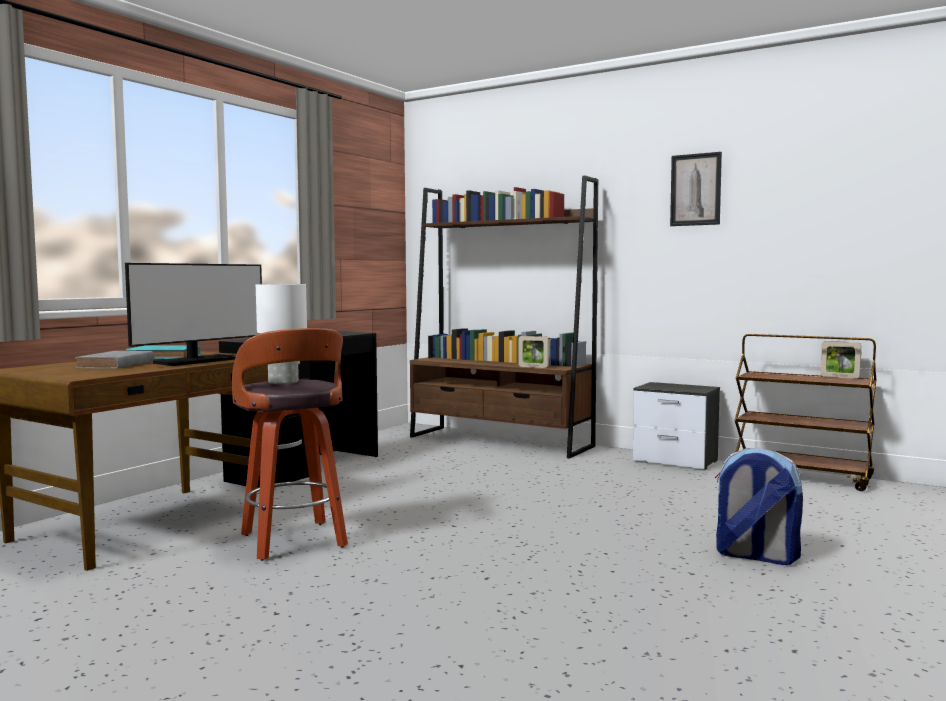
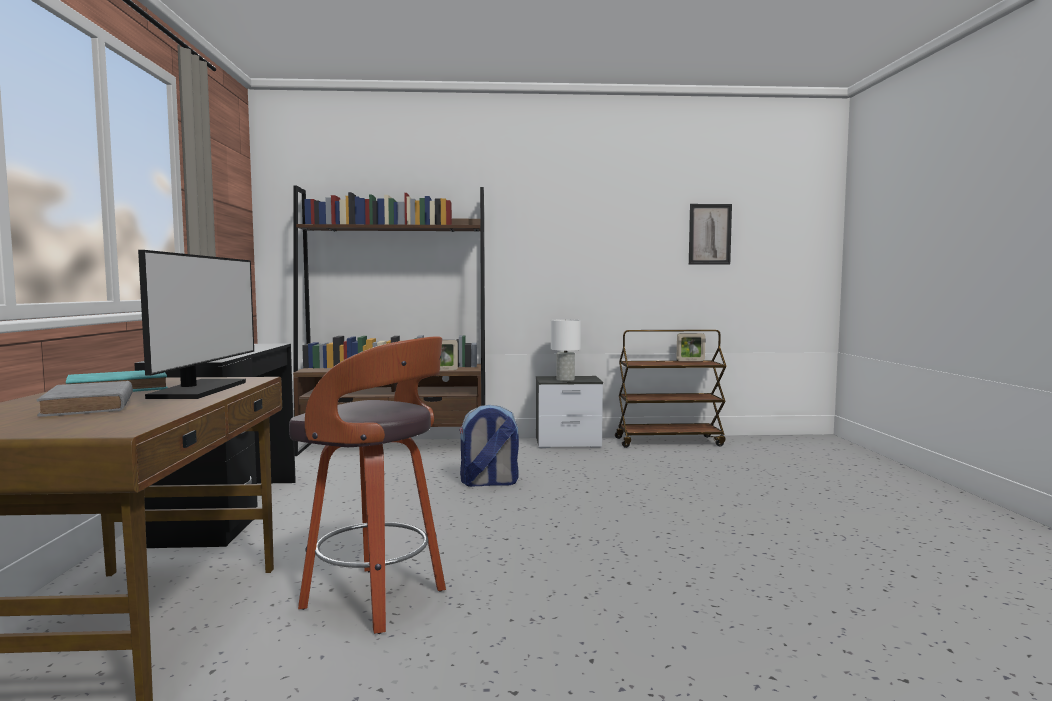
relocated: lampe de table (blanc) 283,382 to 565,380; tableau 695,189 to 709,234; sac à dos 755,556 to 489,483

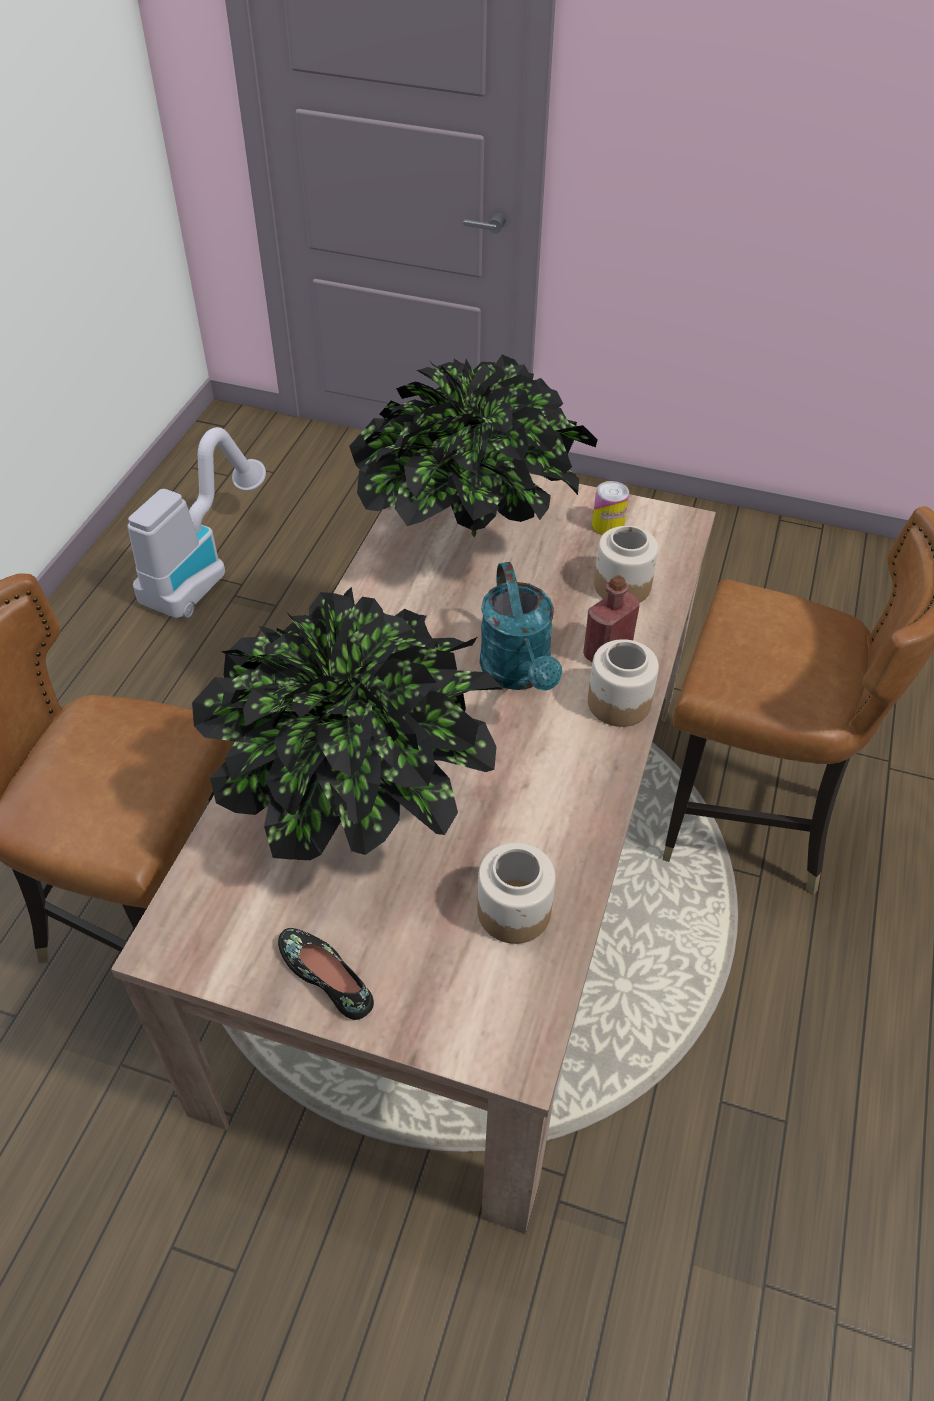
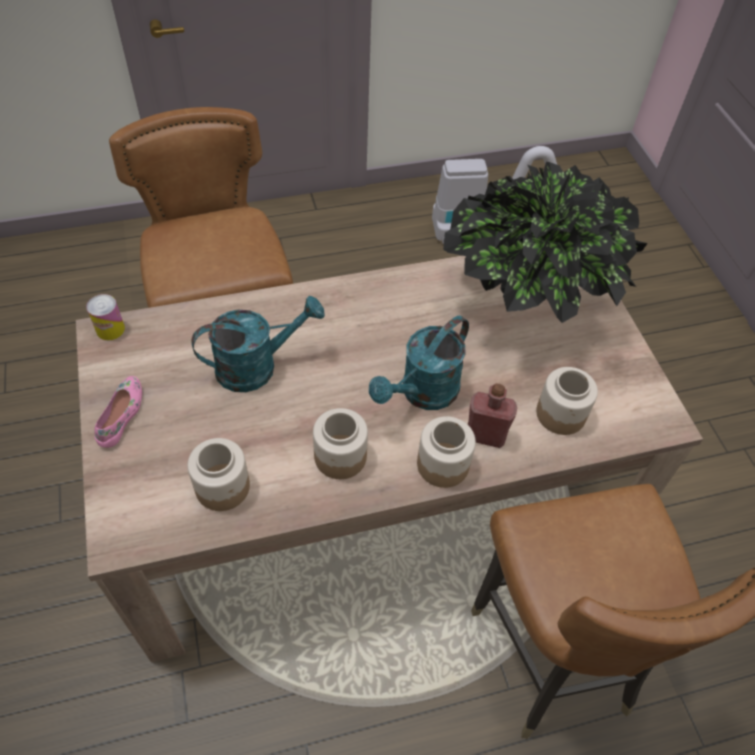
appeared: bocal 339,456
relocated: boîte métallique 608,525 to 110,329
exchanged: plante en pot 362,800 to arrosoir (turquoise) 257,366
colour: chaussure (noir) 327,975 to chaussure (rose) 122,415

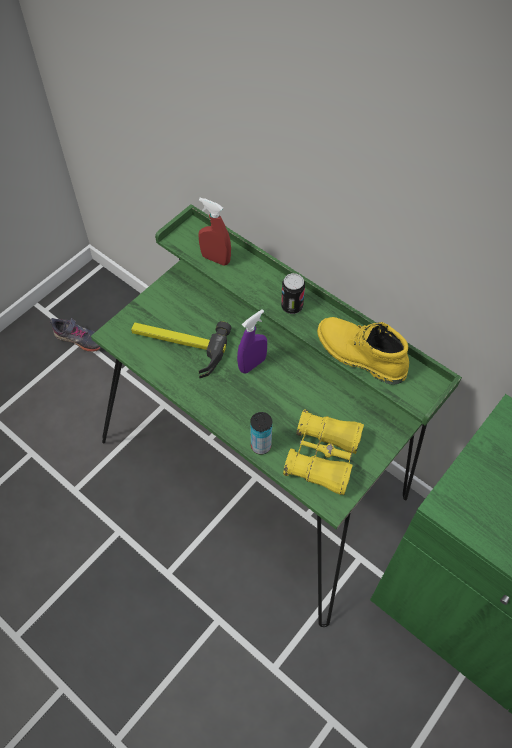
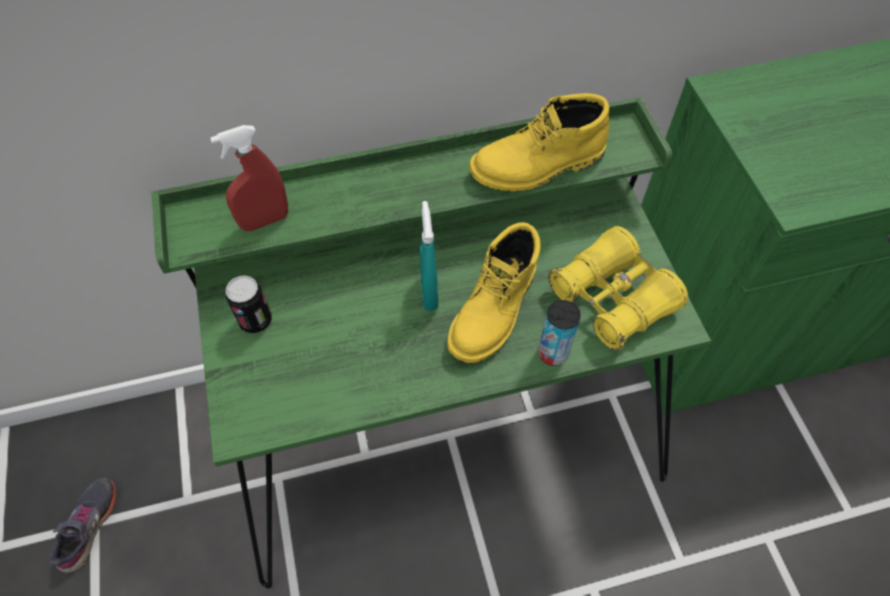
missing: marteau 177,346
appeared: botte (jaune) 495,311
relocated: boîte métallique 292,306 to 256,321
colour: vaporisateur (violet) 252,364 to vaporisateur (turquoise) 429,292
spun: chaussure (gris) 79,339 = 89,526 45 degrees counterclockwise

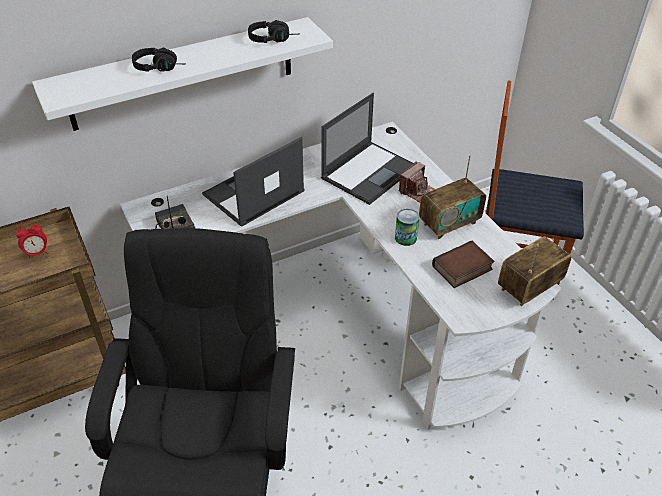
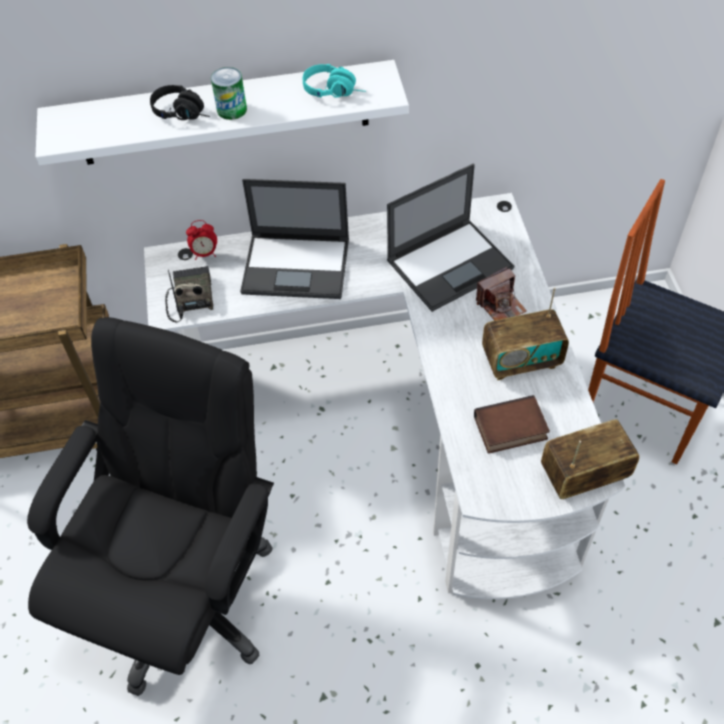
relocated: réveil 37,253 to 205,253; boîte métallique 405,238 to 232,109
colour: casque audio (noir) 274,39 to casque audio (turquoise) 335,91
spun: ordinateur portable 253,194 = 297,266 150 degrees counterclockwise

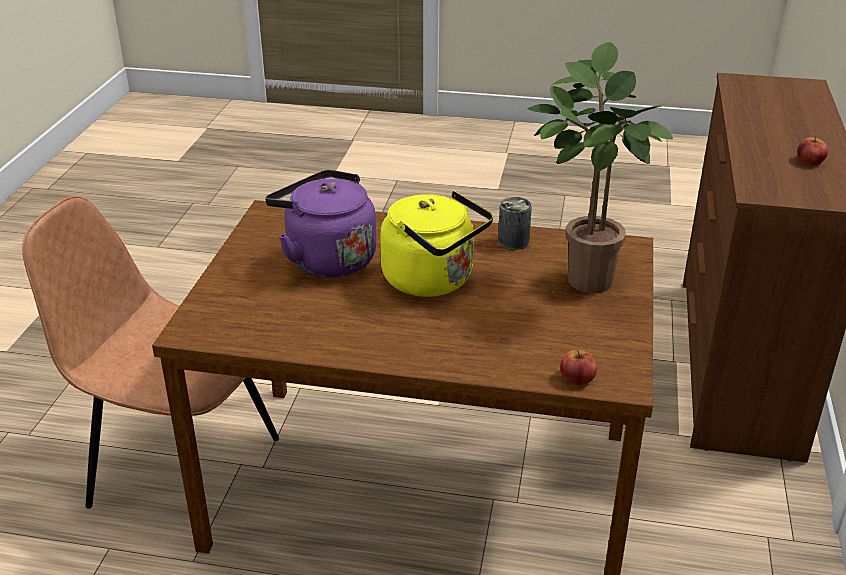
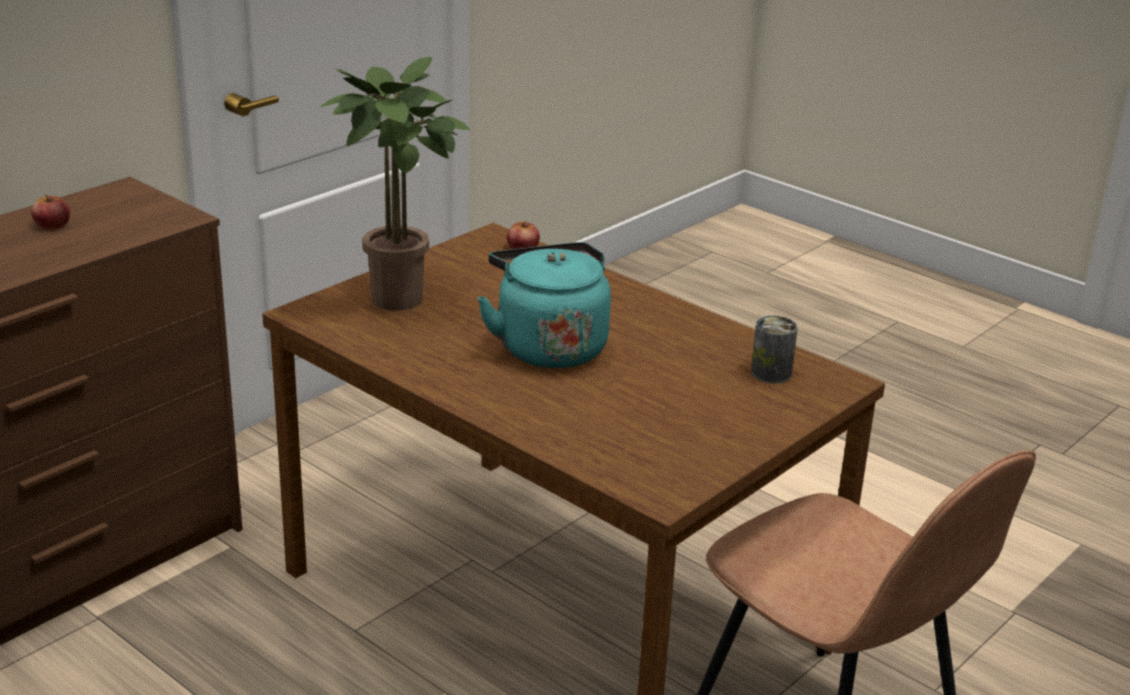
missing: bouilloire (violet) 326,259
relocated: boîte métallique 513,241 to 771,373
colour: bouilloire (jaune) 433,281 to bouilloire (turquoise) 548,346

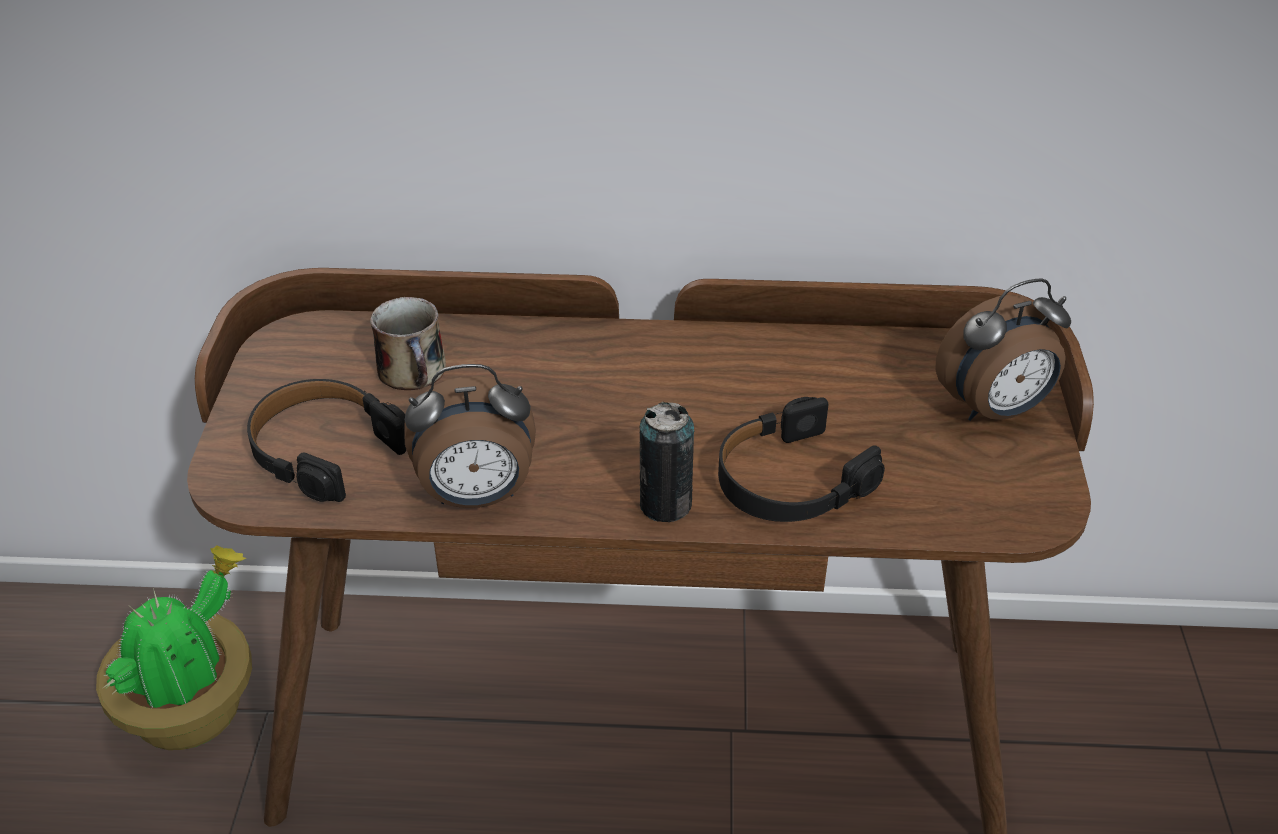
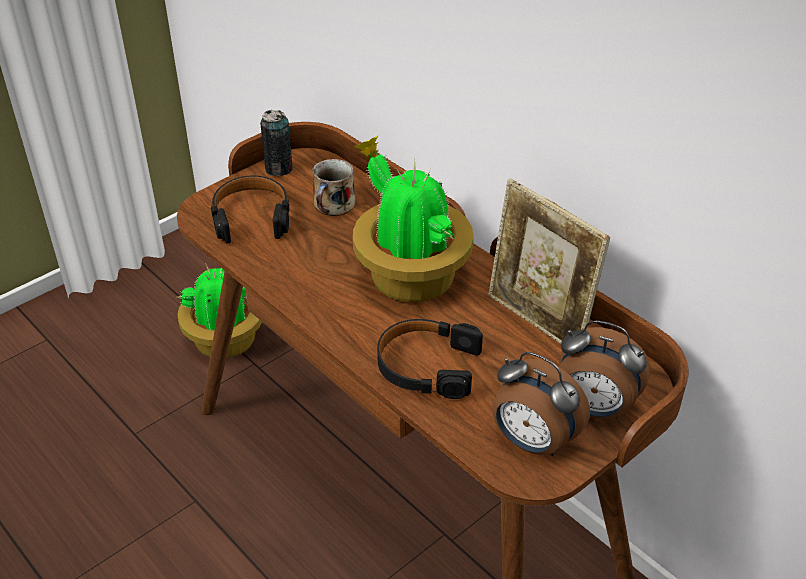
appeared: plante en pot 409,276; cadre photo 538,322
relocated: réveil 477,496 to 532,442; boîte métallique 665,504 to 279,169

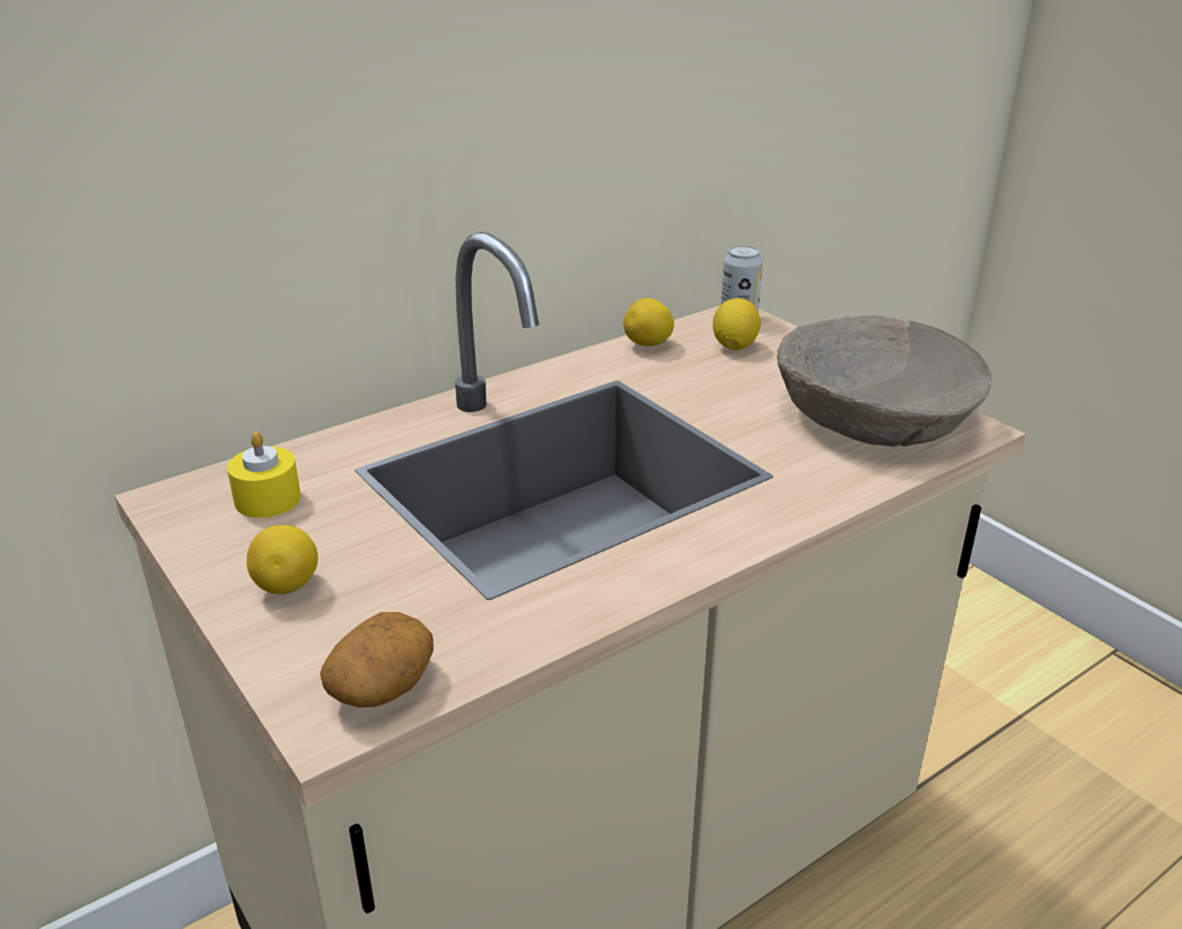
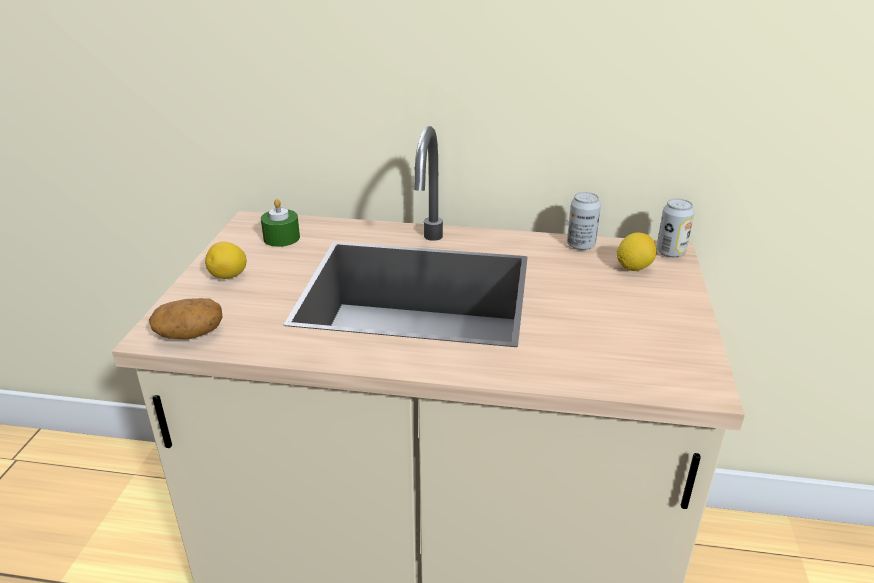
missing: bol (beige) 873,413
exchanged: citron 648,344 to boîte métallique 580,245
colour: bougie (jaune) 267,499 to bougie (vert) 281,238

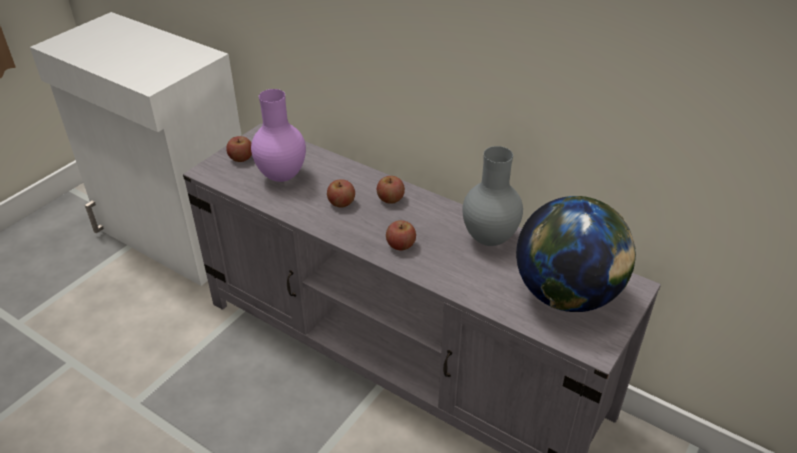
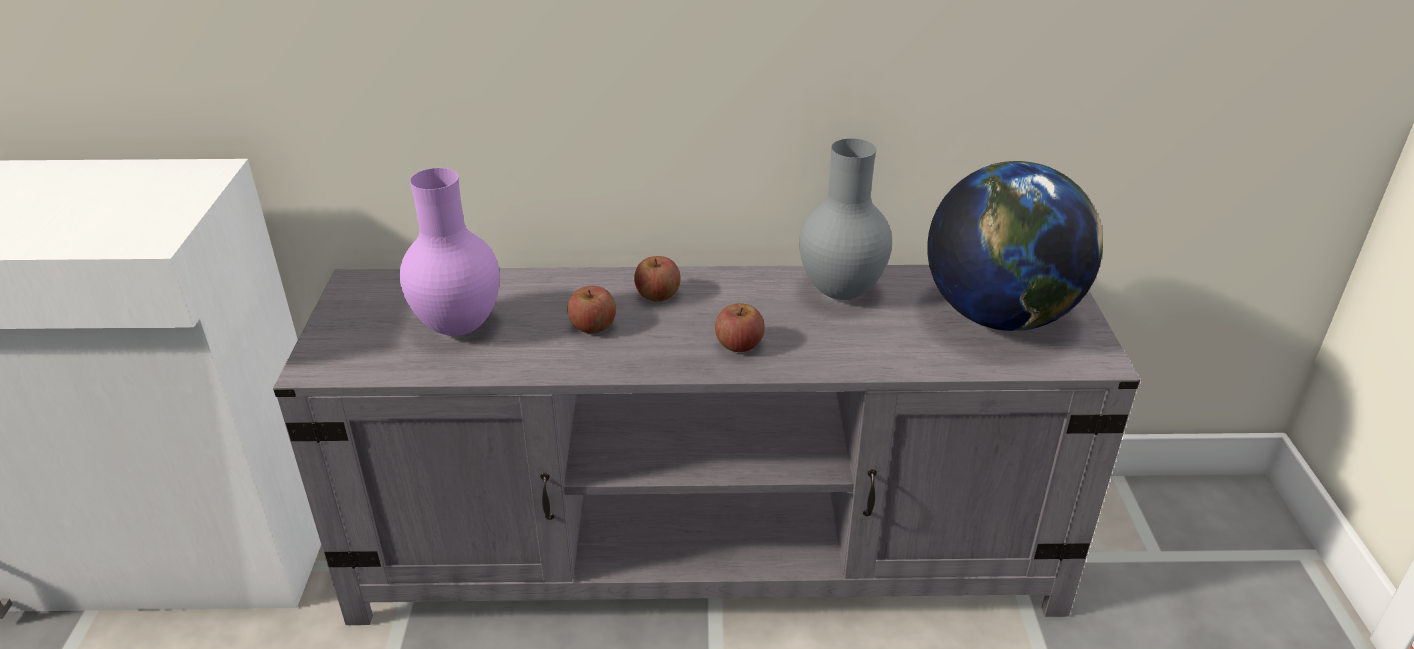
missing: pomme 241,158

